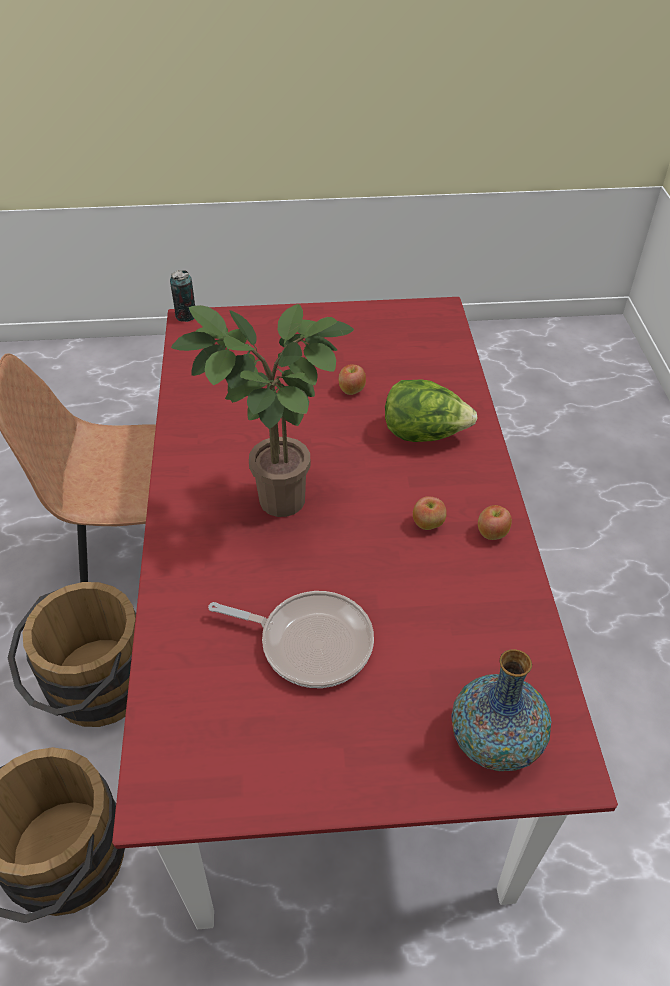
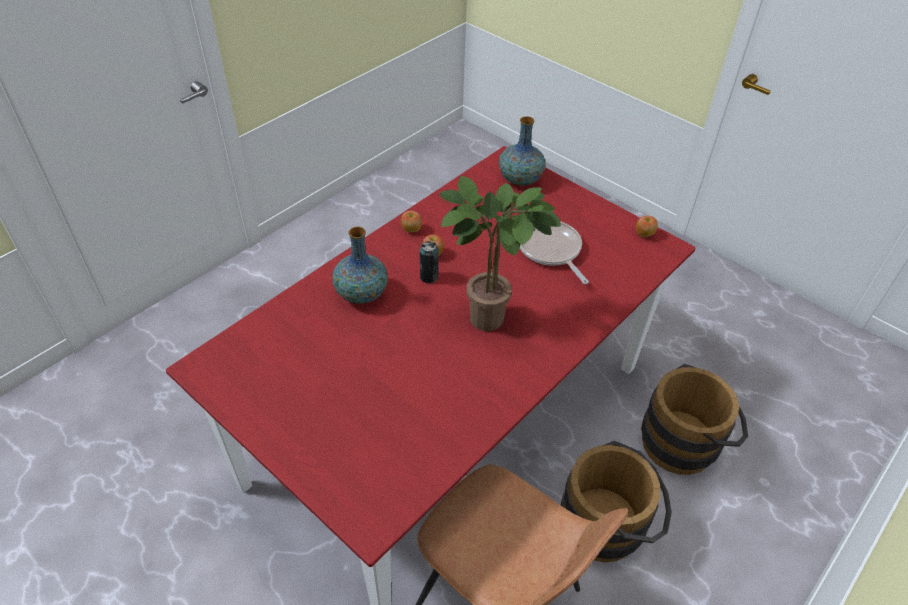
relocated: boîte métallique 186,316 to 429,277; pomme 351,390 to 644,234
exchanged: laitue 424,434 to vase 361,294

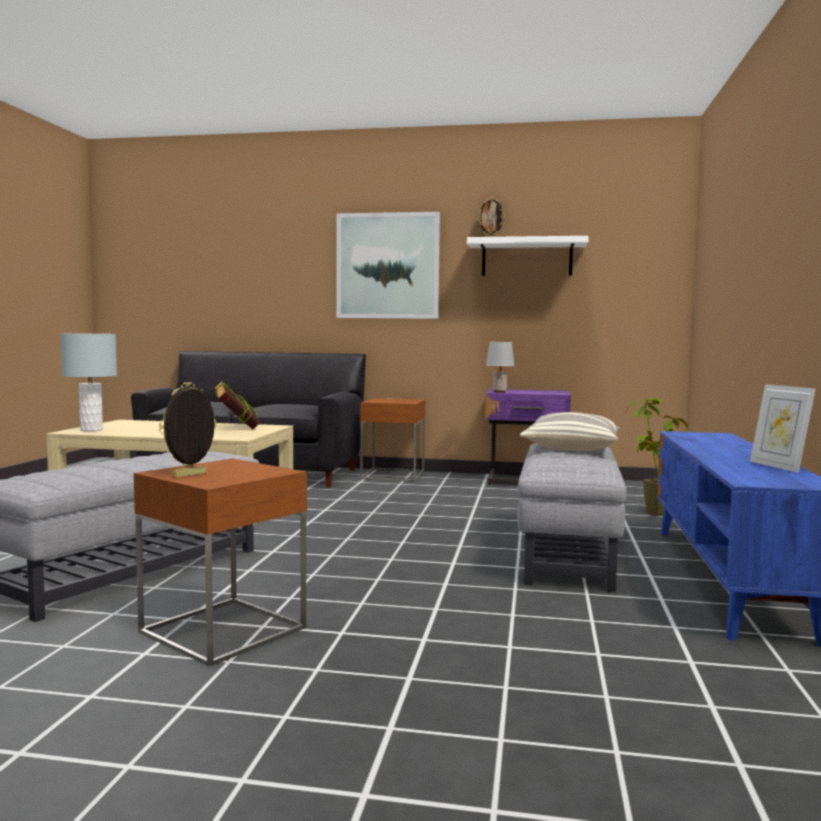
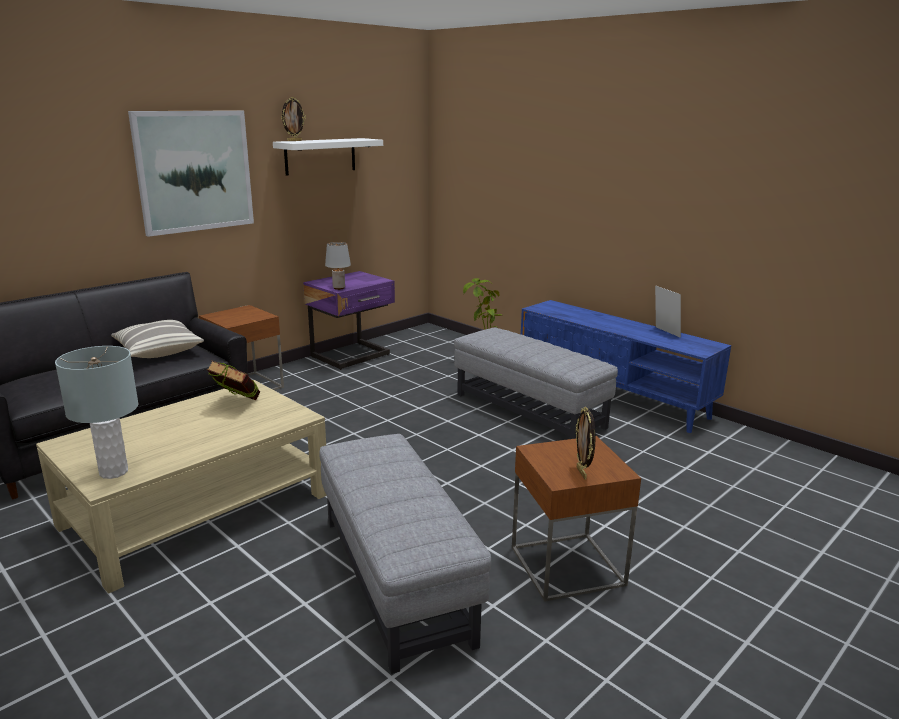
relocated: coussin 571,448 to 158,351
spun: cadre photo 778,466 = 665,332 135 degrees counterclockwise

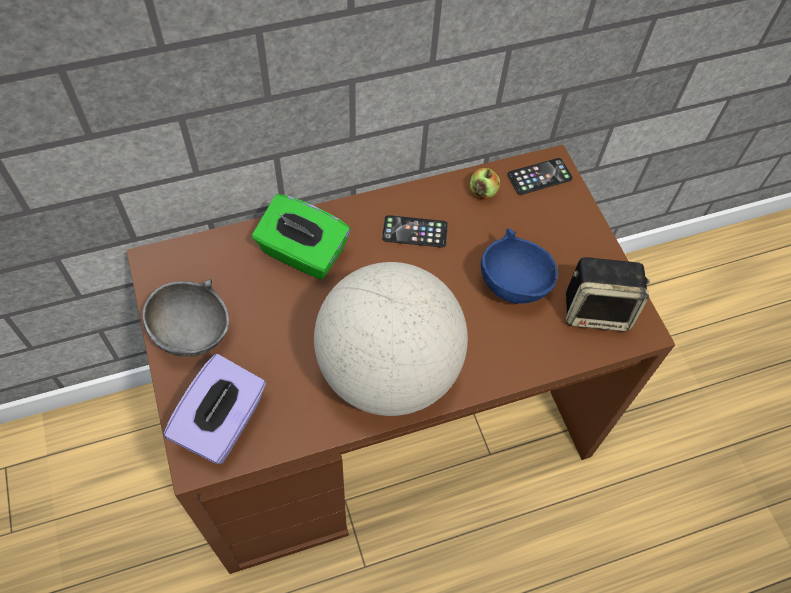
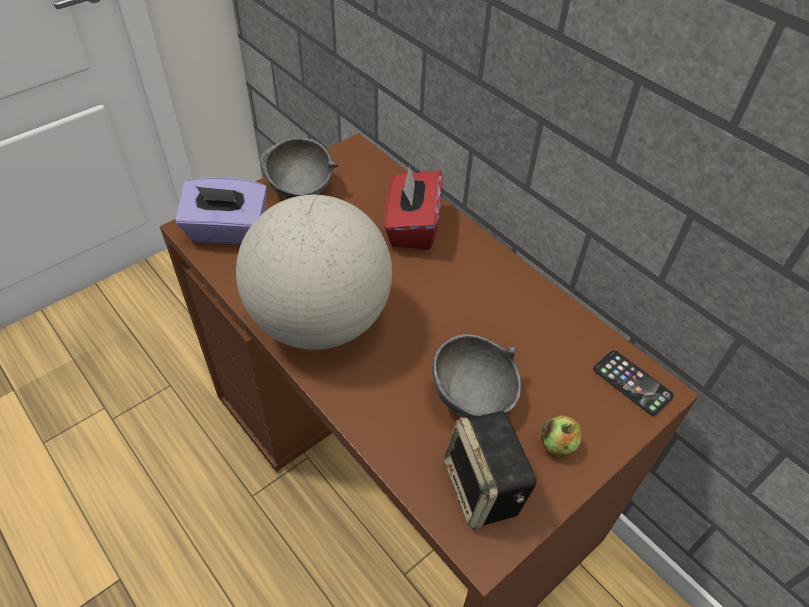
missing: téléphone 415,232
relocated: pomme 482,192 to 557,445
colour: boîte à mouchoirs (vert) 302,253 to boîte à mouchoirs (rouge) 412,227; bol (bleu) 515,284 to bol (gris) 473,396

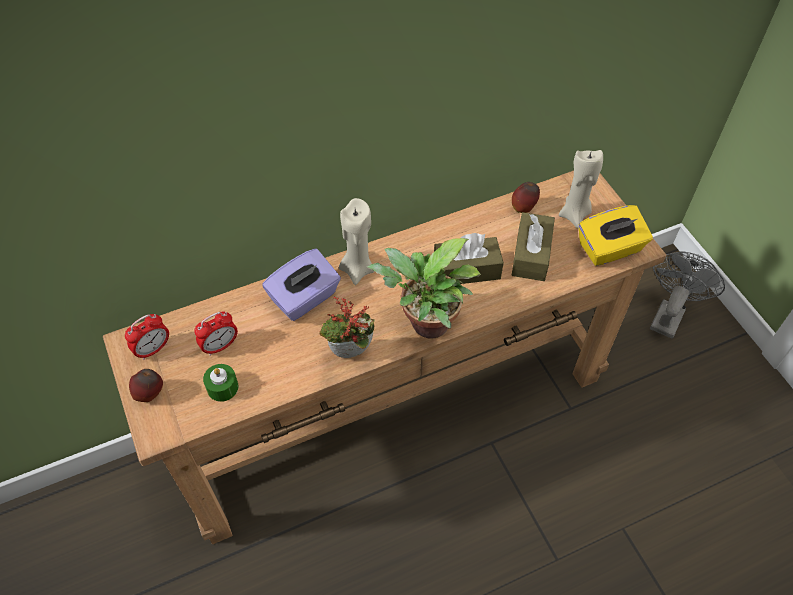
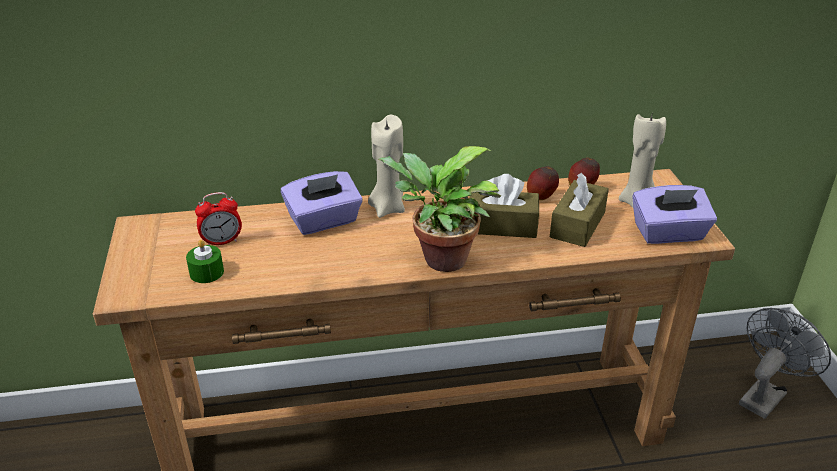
missing: réveil 153,349; plante en pot 350,356
relocated: pomme 150,394 to 541,198
colour: boîte à mouchoirs (jaune) 610,249 to boîte à mouchoirs (violet) 669,233

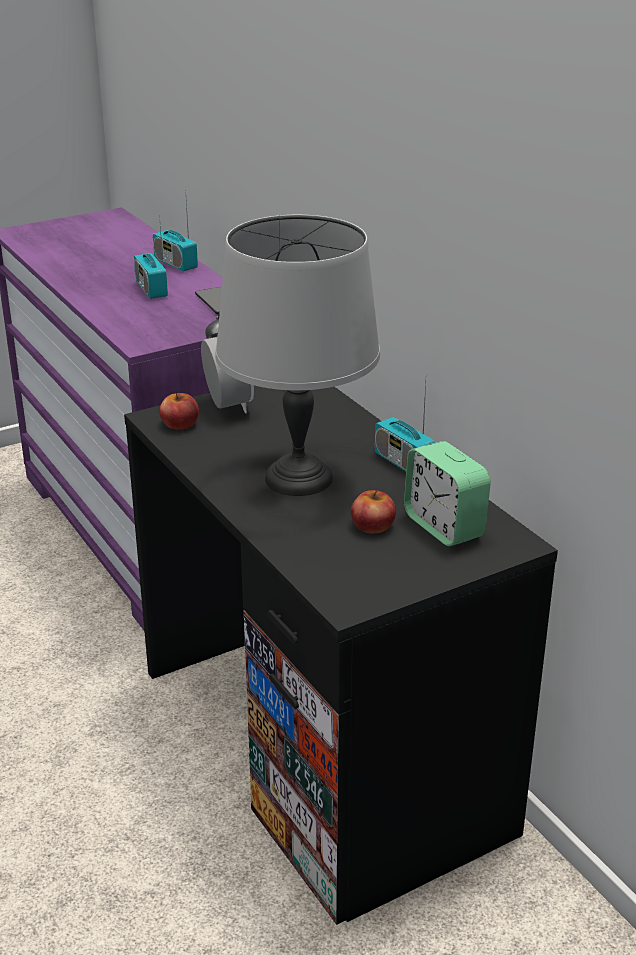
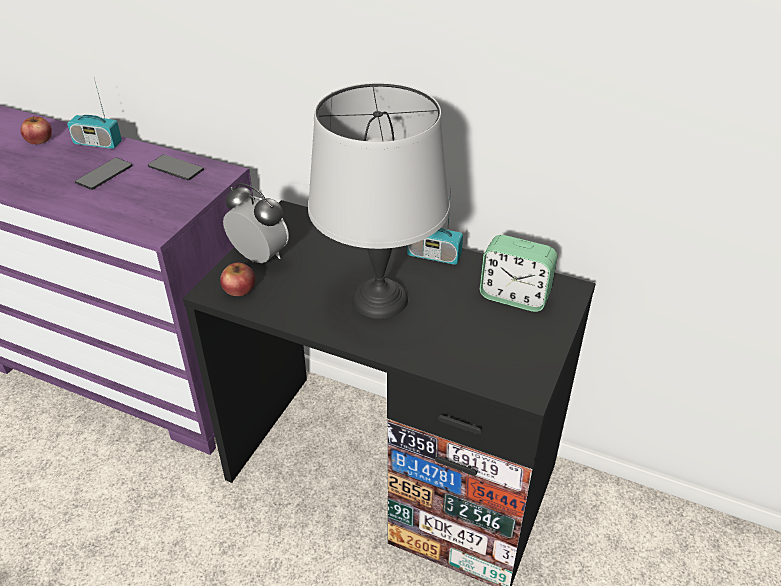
relocated: pomme 373,525 to 39,139
exchanged: radio 151,289 to téléphone 104,174

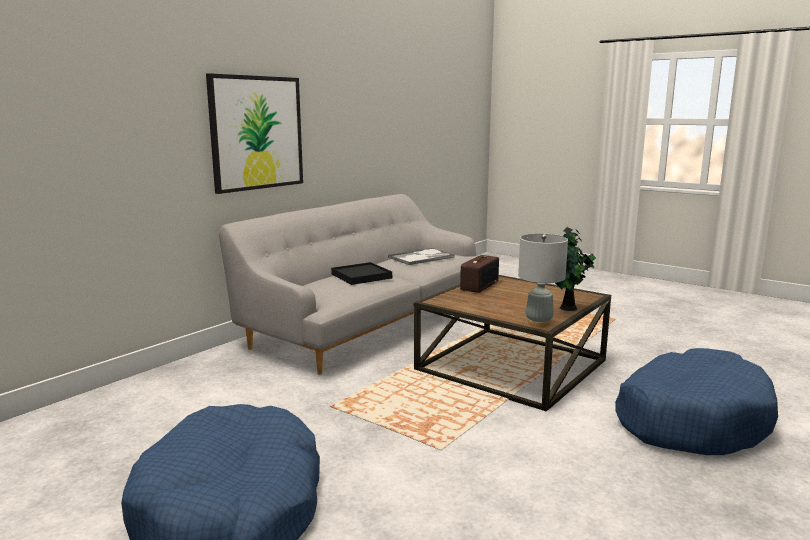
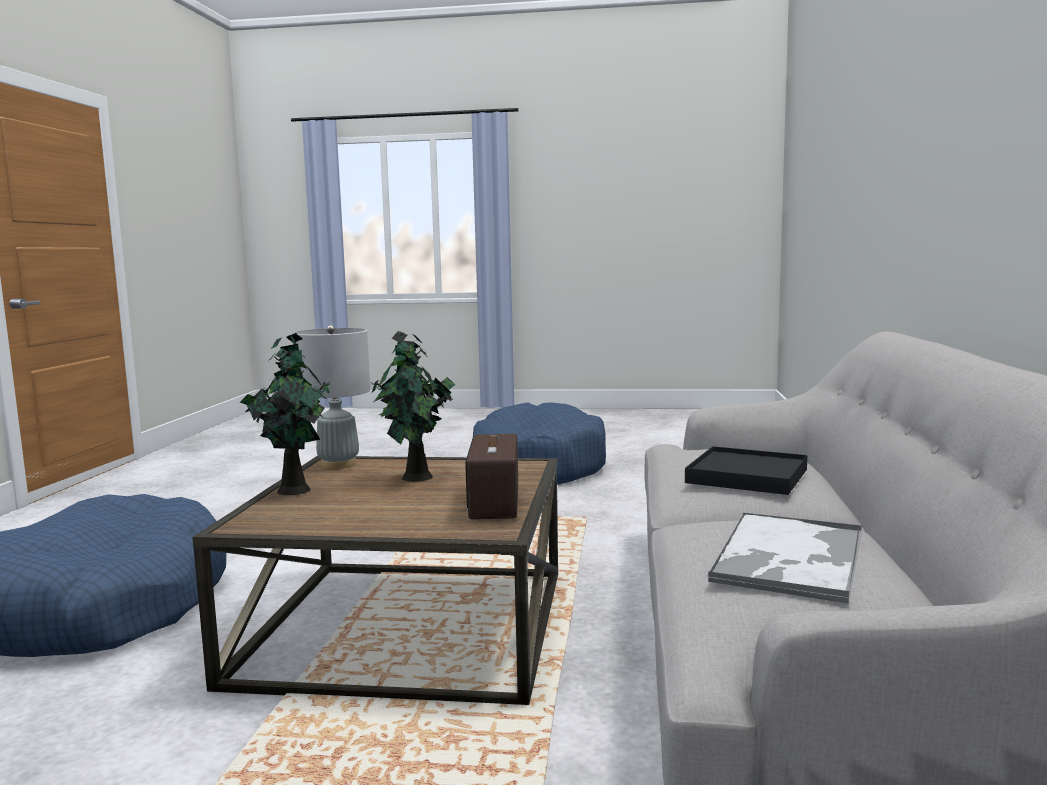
missing: tableau 257,133
appeared: plante en pot 417,478

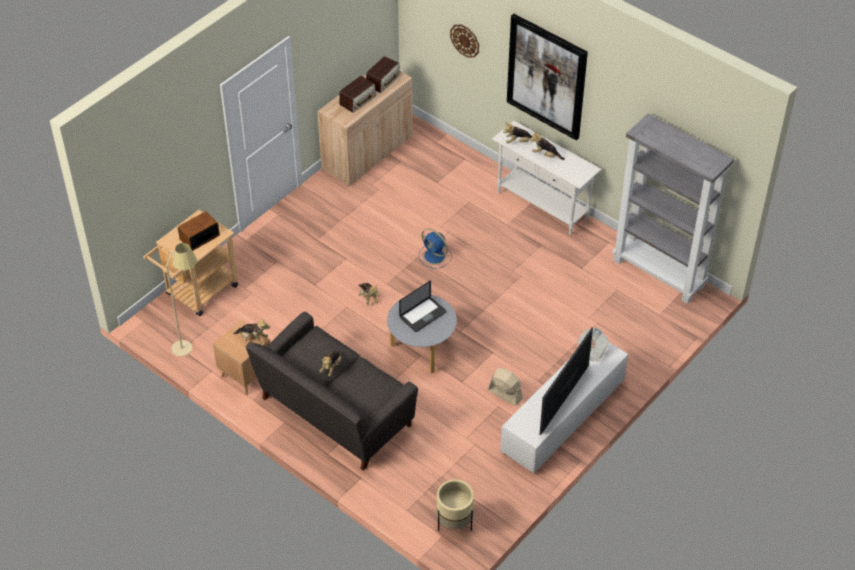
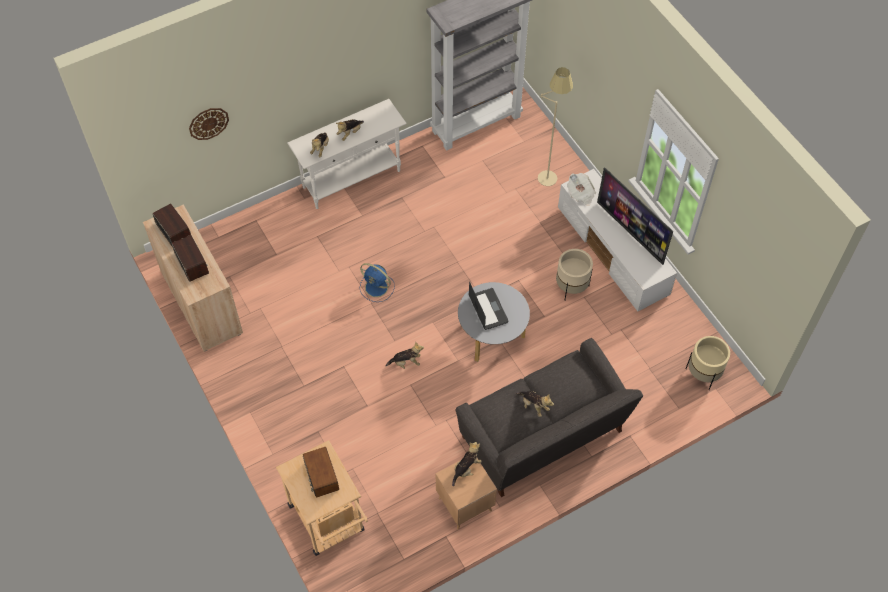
missing: tableau 547,76
relocated: lampadaire (beige) 191,347 to 548,171
exchanged: ventilateur (beige) 504,394 to cache-pot (beige) 571,287
spun: ventilateur (bleu) 435,257 = 377,288 60 degrees clockwise

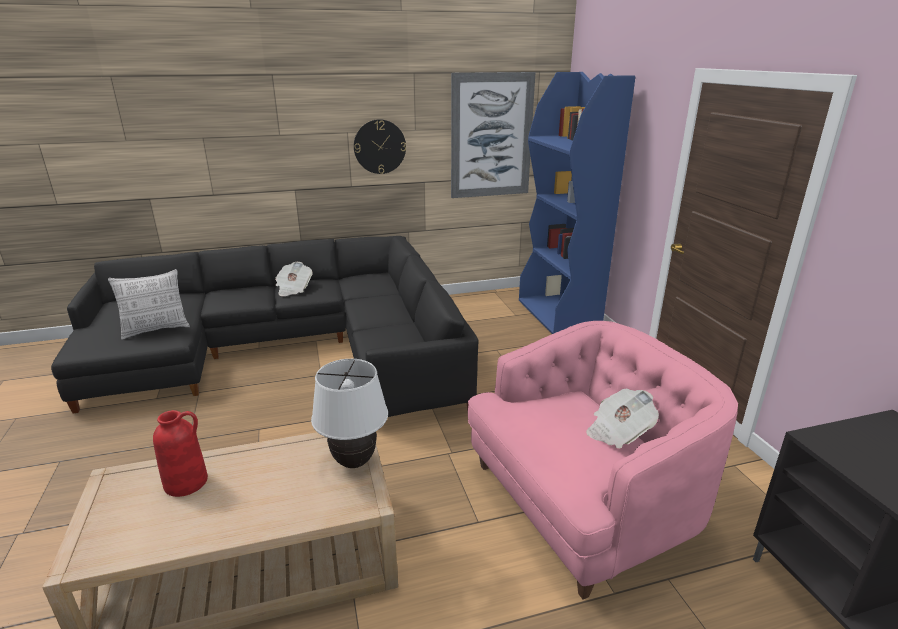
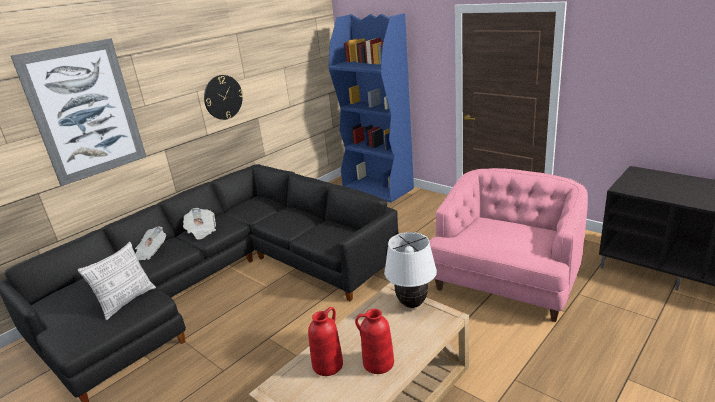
appeared: vase (rouge) 378,363
relocated: tableau 491,136 to 85,111; journal 618,432 to 151,252

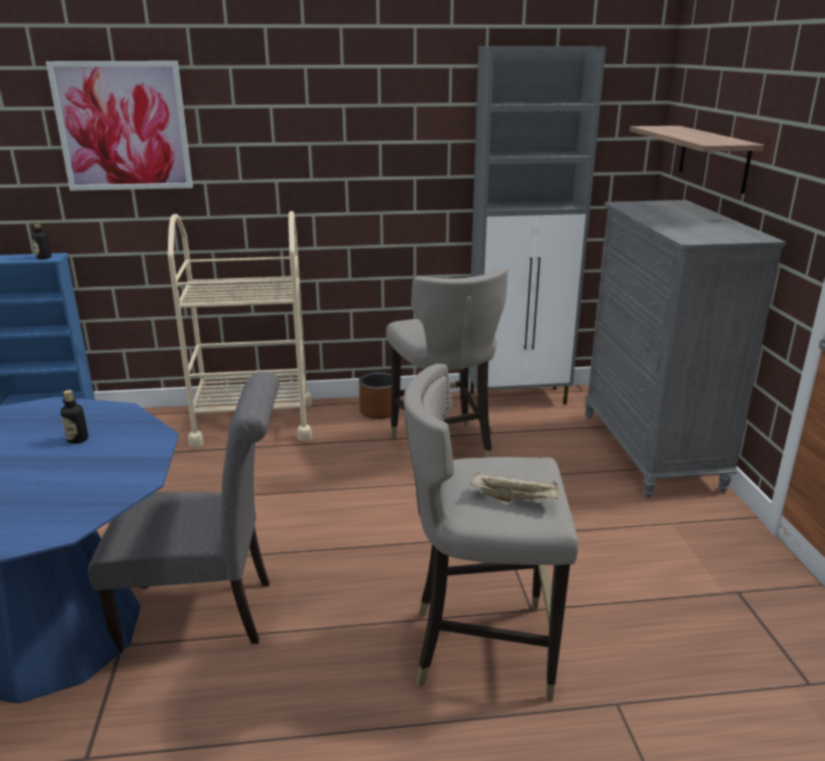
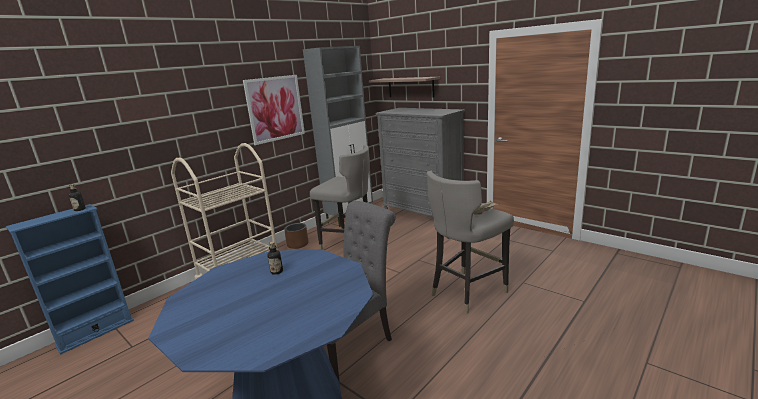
relocated: tableau 123,127 to 275,108

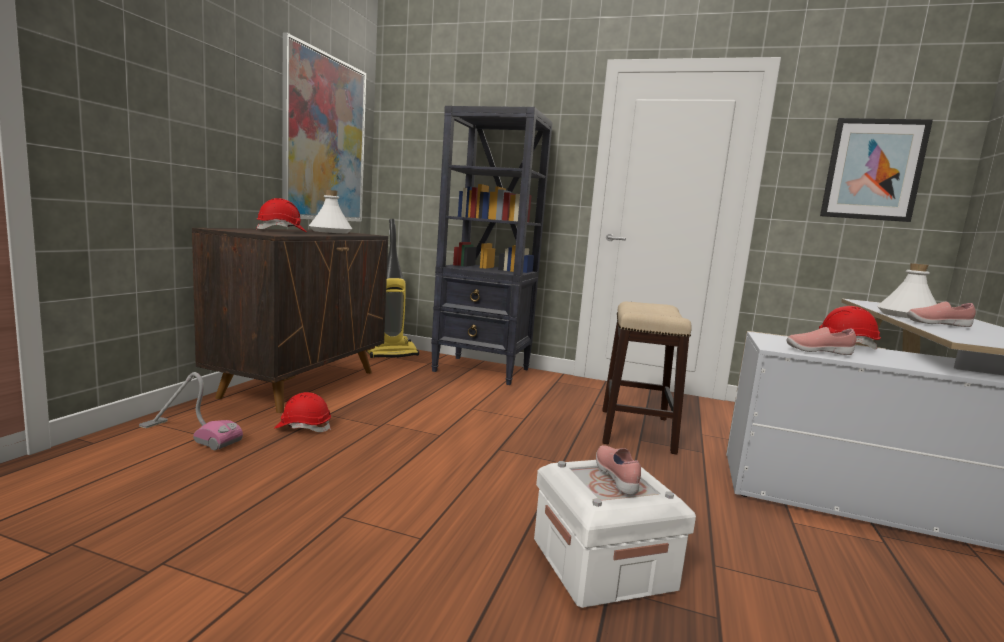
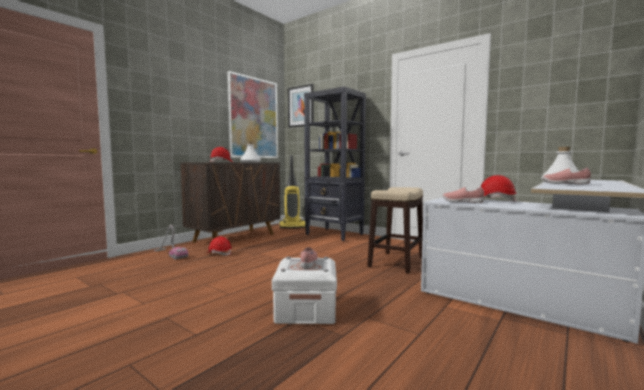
relocated: tableau 873,170 to 301,106

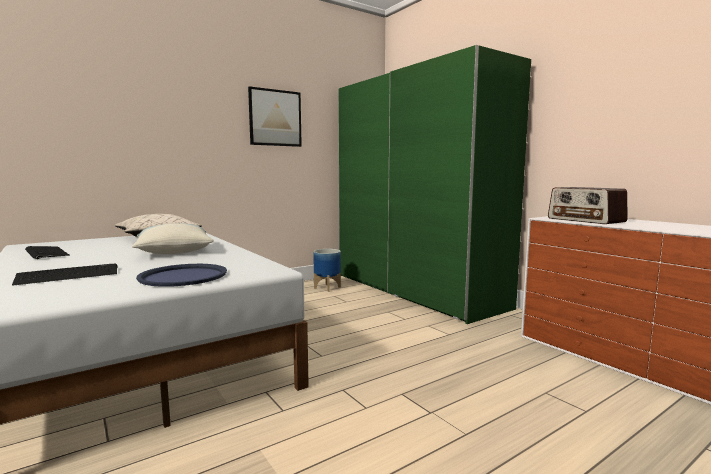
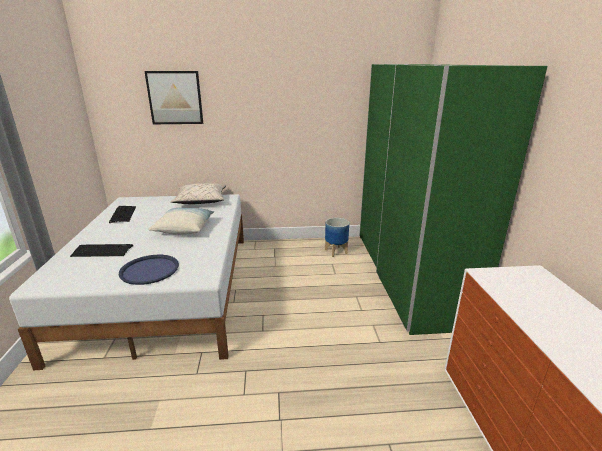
missing: radio 585,220
relocated: tableau 275,118 to 175,98

